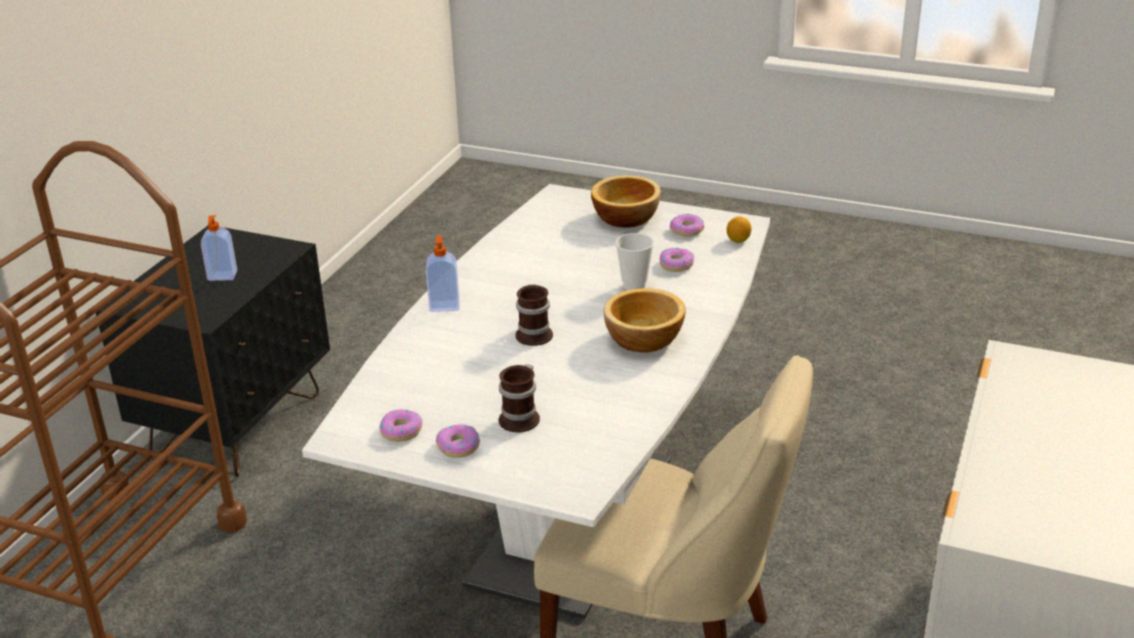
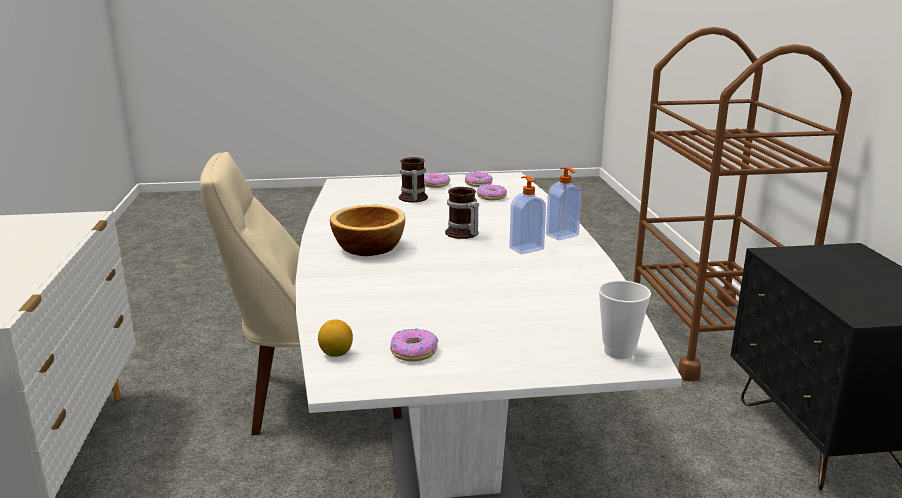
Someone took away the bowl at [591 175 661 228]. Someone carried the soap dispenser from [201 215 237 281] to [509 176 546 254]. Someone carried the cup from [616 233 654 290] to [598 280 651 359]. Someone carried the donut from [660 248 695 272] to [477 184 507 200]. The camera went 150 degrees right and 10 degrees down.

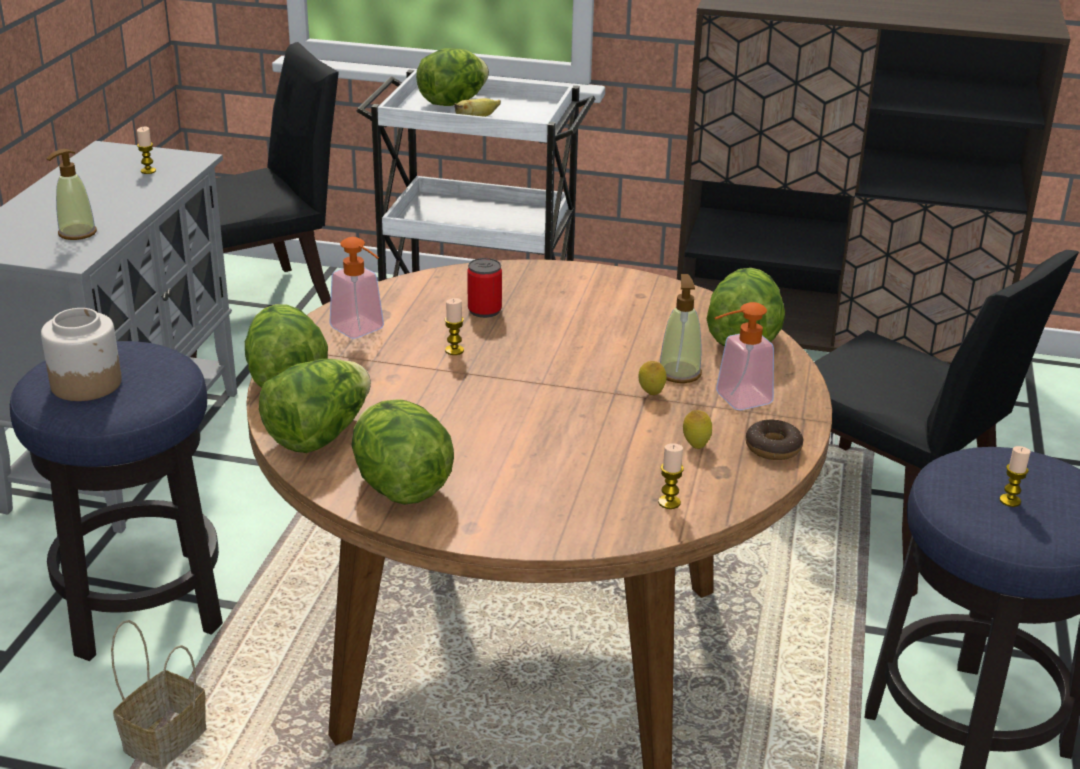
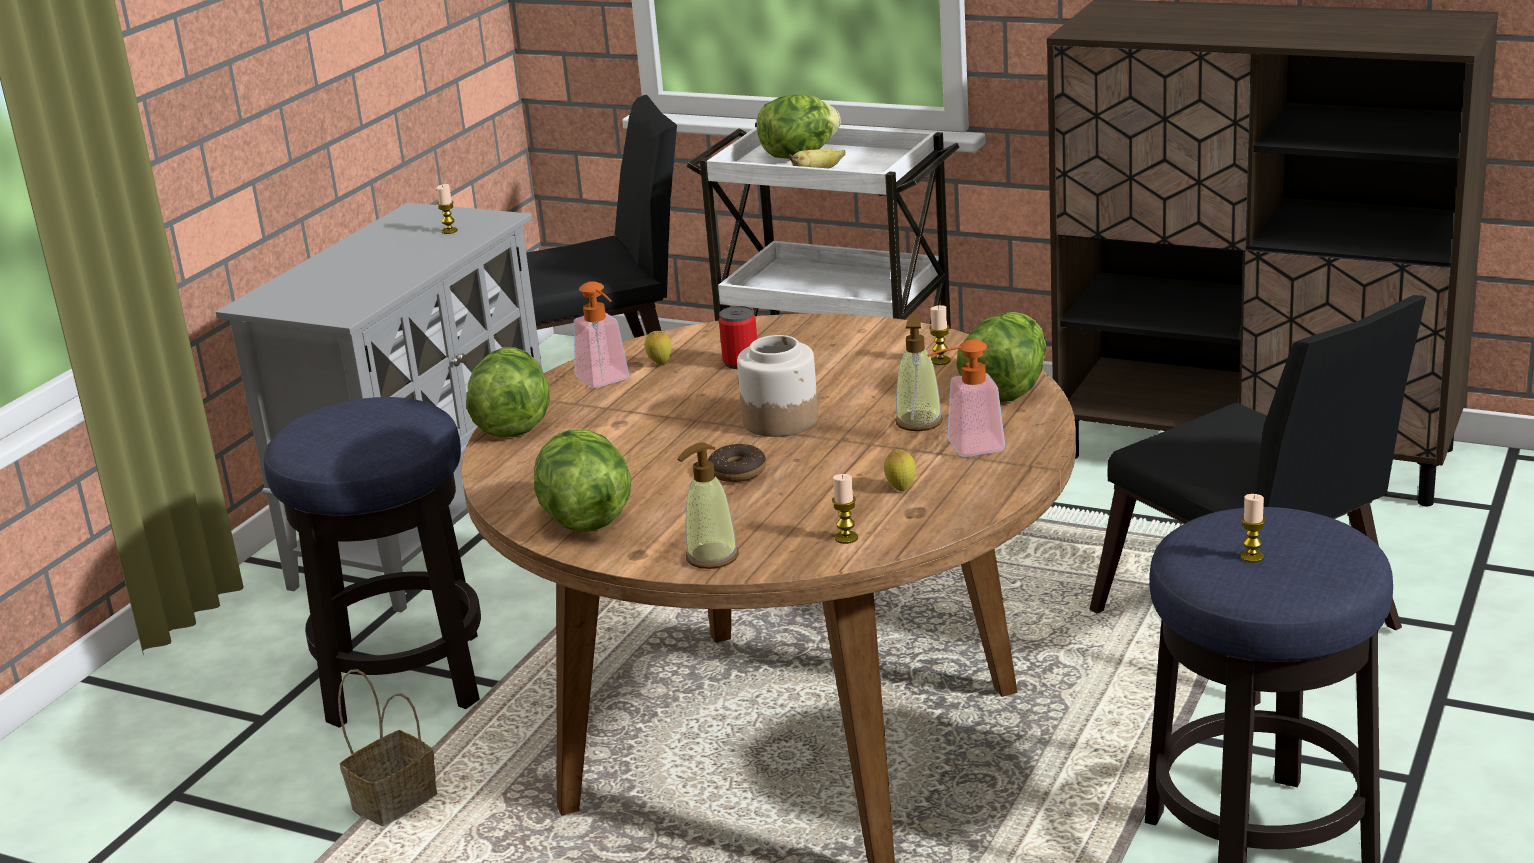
Someone carried the soap dispenser from [47 149 97 240] to [677 442 739 569]. Someone carried the candle from [444 298 464 355] to [929 305 951 365]. Someone carried the jar from [41 308 122 401] to [737 335 818 437]. Someone took away the lettuce at [259 359 371 453]. Someone carried the lemon from [639 361 667 395] to [645 331 672 365]. Someone carried the donut from [746 419 803 460] to [708 444 766 482]. The camera went 15 degrees right and 5 degrees down.

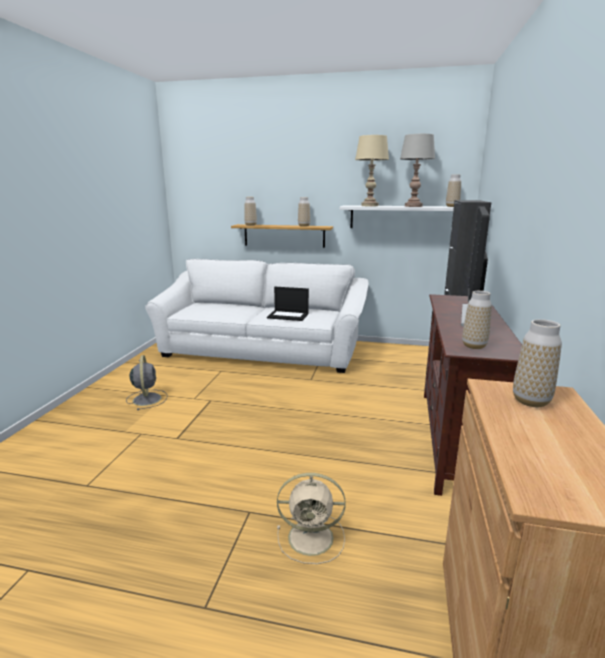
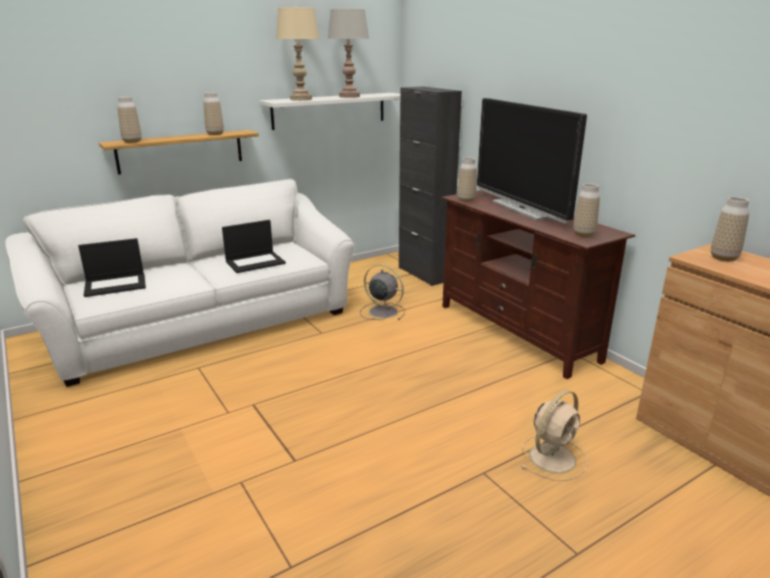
Someone carried the vase from [446 174 461 207] to [458 157 477 202]. Someone carried the fan in grey from [126 355 167 410] to [360 265 405 320]. Someone put down the laptop at [78 238 146 297]. The camera went 45 degrees left and 5 degrees up.

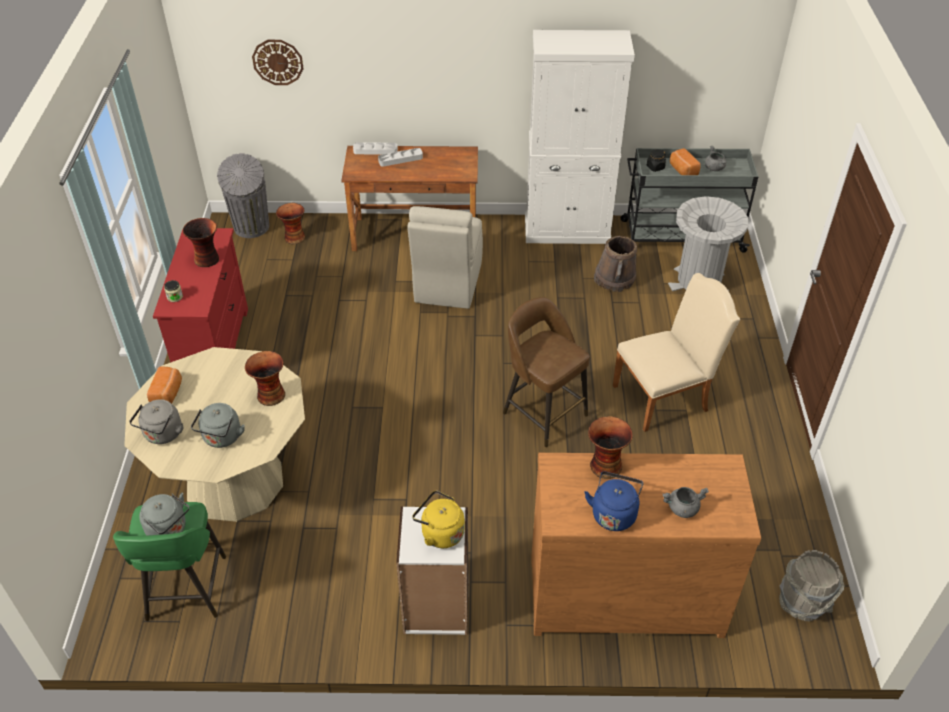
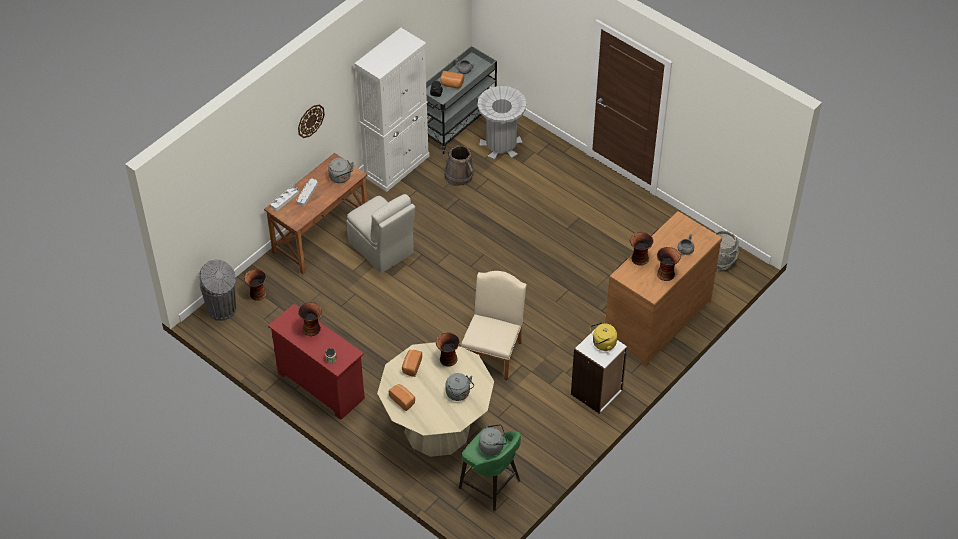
Someone carried the wall clock from [252 40 304 85] to [298 104 325 138]. Someone carried the chair in beige from [613 273 740 432] to [461 271 526 381]. Someone took away the stool in brown at [503 297 590 447]. Someone carried the kettle in grey from [129 400 183 444] to [328 158 354 183]. Someone swapped the kettle in blue at [584 472 643 531] for the vase at [657 247 680 281]. Someone put down the bread at [402 350 422 377]. The camera went 50 degrees left and 5 degrees up.

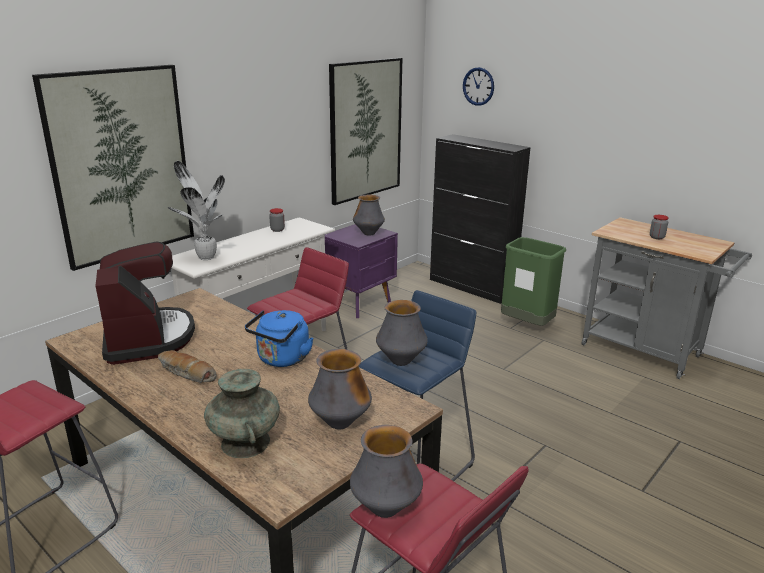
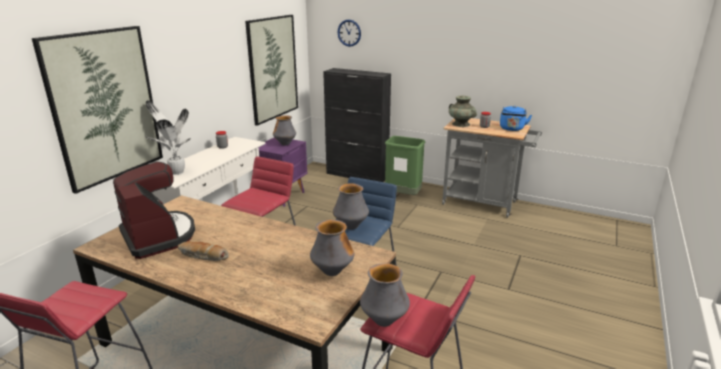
Someone carried the kettle in blue from [245 310 314 367] to [500 105 532 131]. Someone carried the vase in turquoise from [204 369 280 458] to [449 96 477 127]. The camera went 15 degrees left and 0 degrees up.

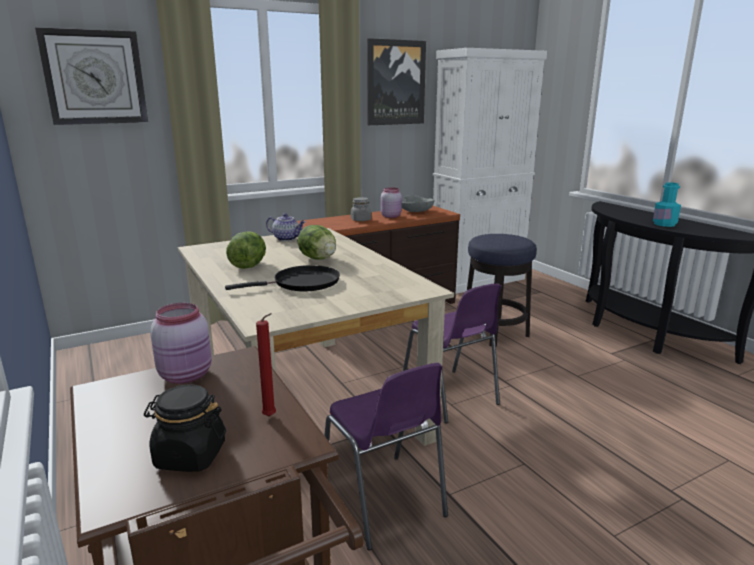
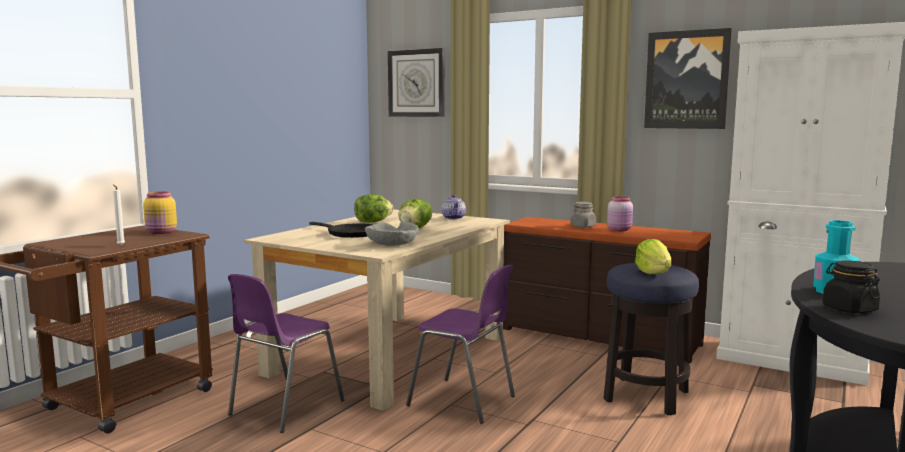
Someone carried the bowl in grey from [402 195 434 212] to [365 222 419 246]. Someone rotated the chair in purple at [403 283 501 423] by 90 degrees counterclockwise. Someone repainted the jar in pink at [150 303 212 384], which became the jar in yellow at [143 192 177 234]. Someone repainted the candle in red at [256 313 276 417], which became the candle in white at [113 185 125 245]. Someone carried the jar in black from [144 384 226 472] to [823 260 880 313]. Someone put down the lettuce at [635 239 672 274]. The camera went 60 degrees right and 10 degrees down.

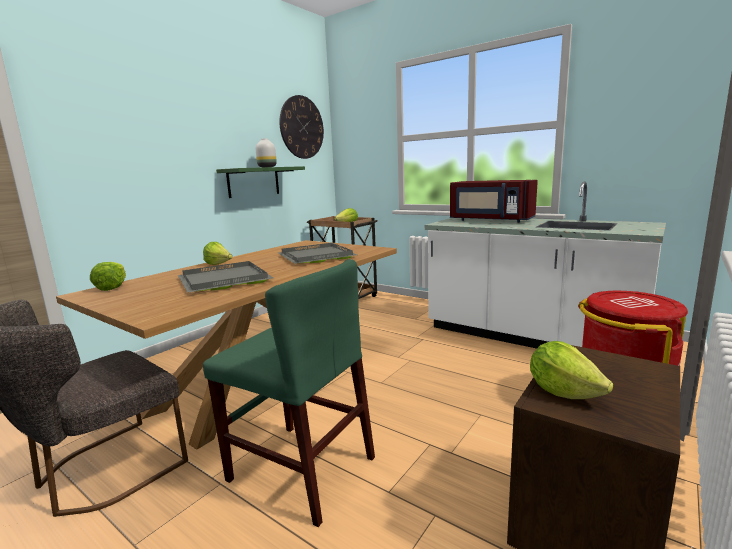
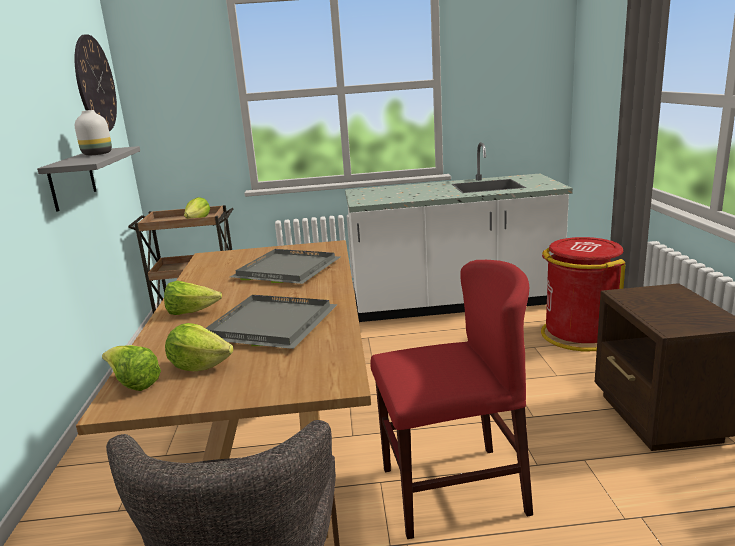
Someone repainted the shelf in green at [216 166 305 198], which became the shelf in grey at [37 146 140 212]. Someone took away the microwave in red at [450 180 538 223]. Someone repainted the chair in green at [203 259 375 527], which became the chair in red at [370 260 533 539]. Someone carried the lettuce from [530 341 613 399] to [165 323 233 371]. The camera went 40 degrees left and 5 degrees up.

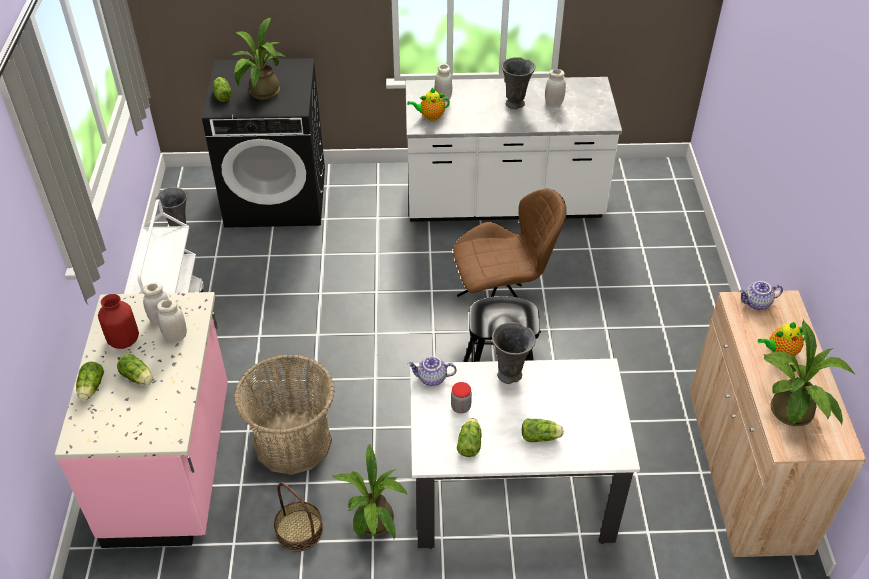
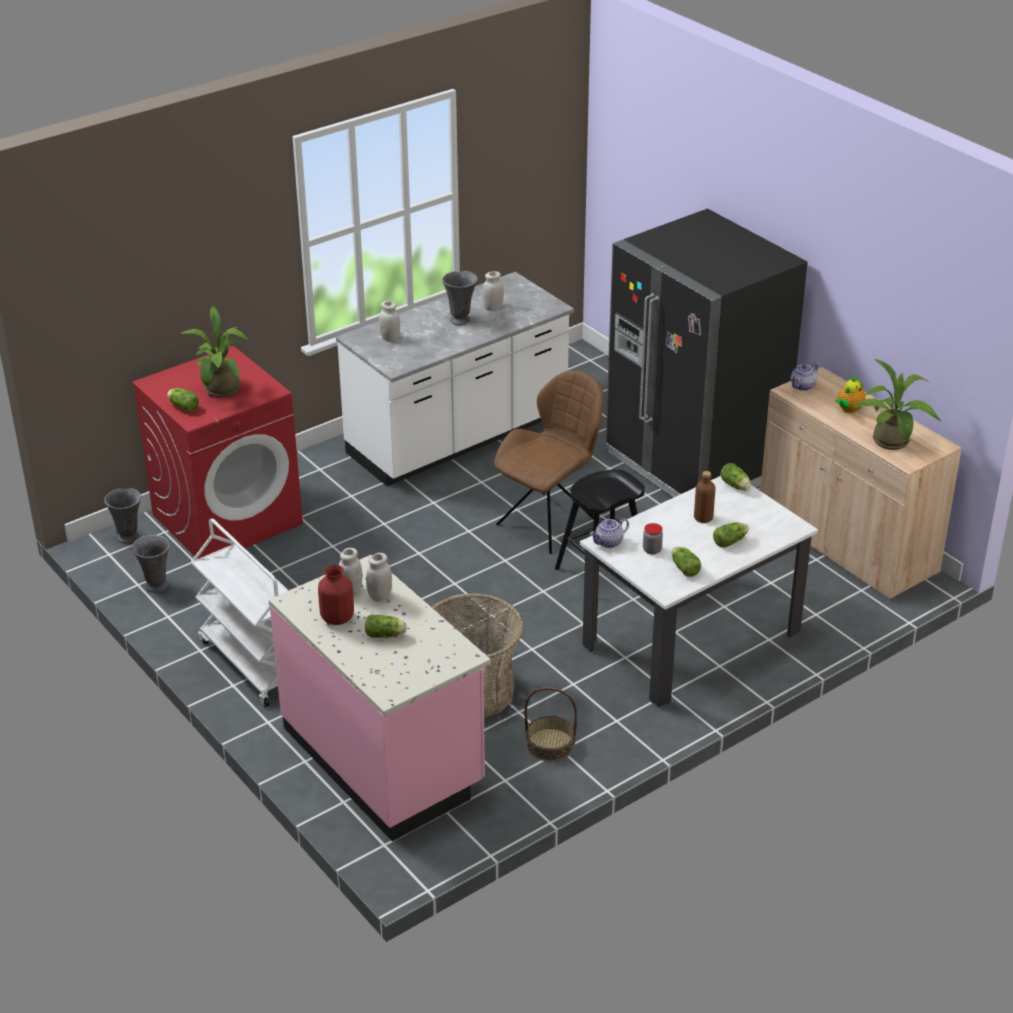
Someone repainted the washing machine in black at [202 58 325 228], which became the washing machine in red at [132 346 303 559]. Someone took away the teapot at [407 88 450 121]. Someone carried the vase in grey from [492 322 536 384] to [104 488 141 544]. Someone carried the lettuce from [76 362 104 400] to [720 463 751 491]. Someone took away the potted plant at [332 443 407 539]. Someone put down the fridge in black at [606 208 808 497]. Someone put down the bottle in brown at [694 471 716 523]. The camera went 35 degrees left and 10 degrees down.

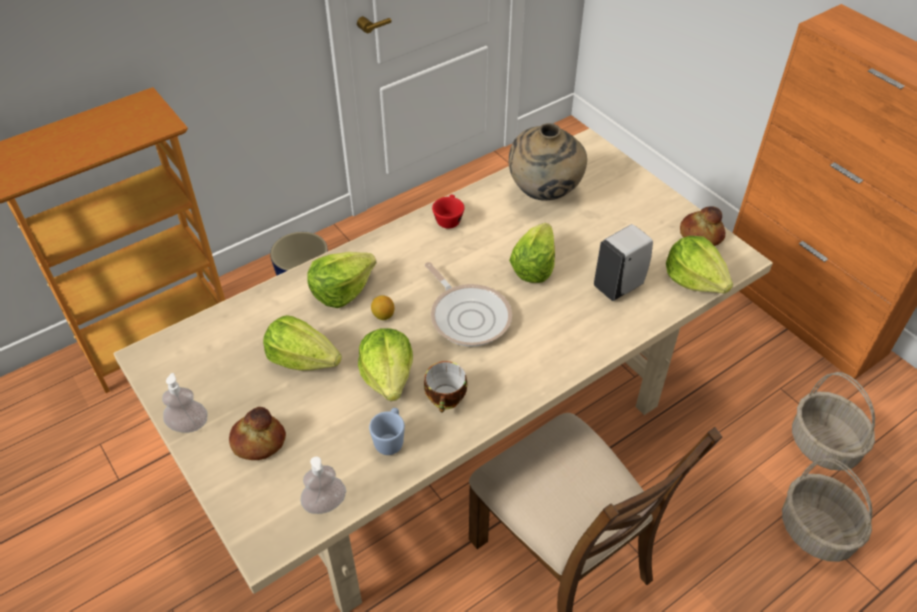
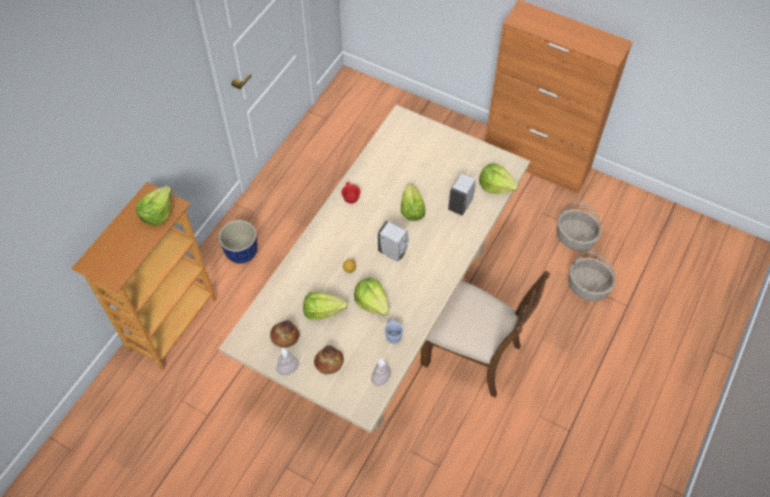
Someone took away the vase in beige at [509 123 587 201]. Someone carried the bread from [680 206 725 246] to [270 320 300 348]. Someone carried the lettuce from [307 252 376 308] to [136 186 172 226]. Someone swapped the frying pan at [425 262 512 347] for the soap dispenser in white at [378 220 409 261]. Someone took away the cup at [424 361 467 413]. The camera went 25 degrees left and 10 degrees up.

